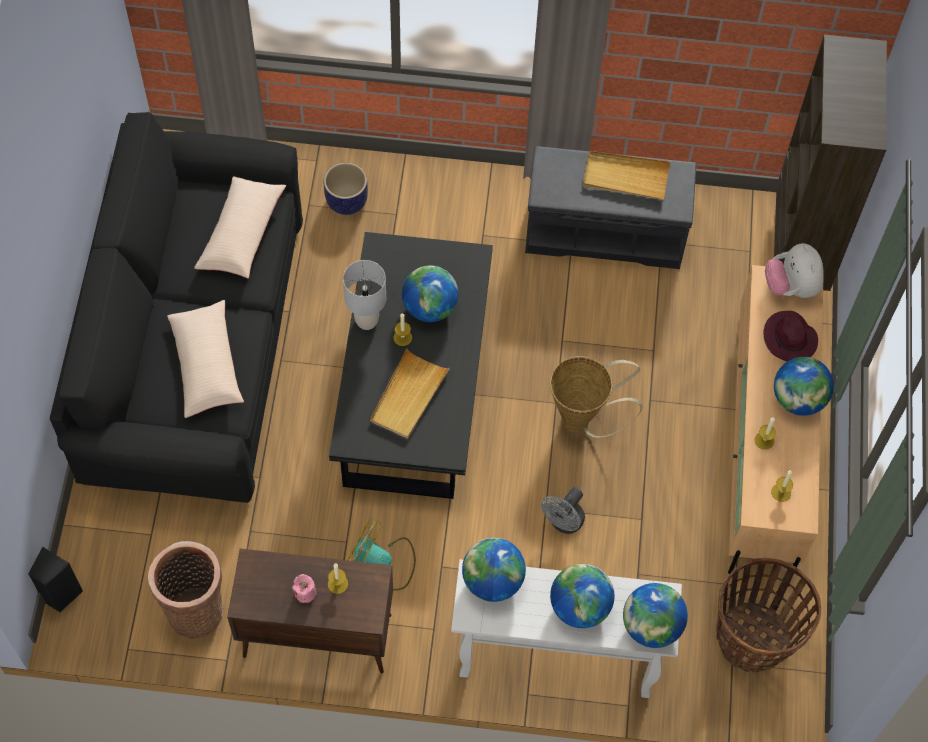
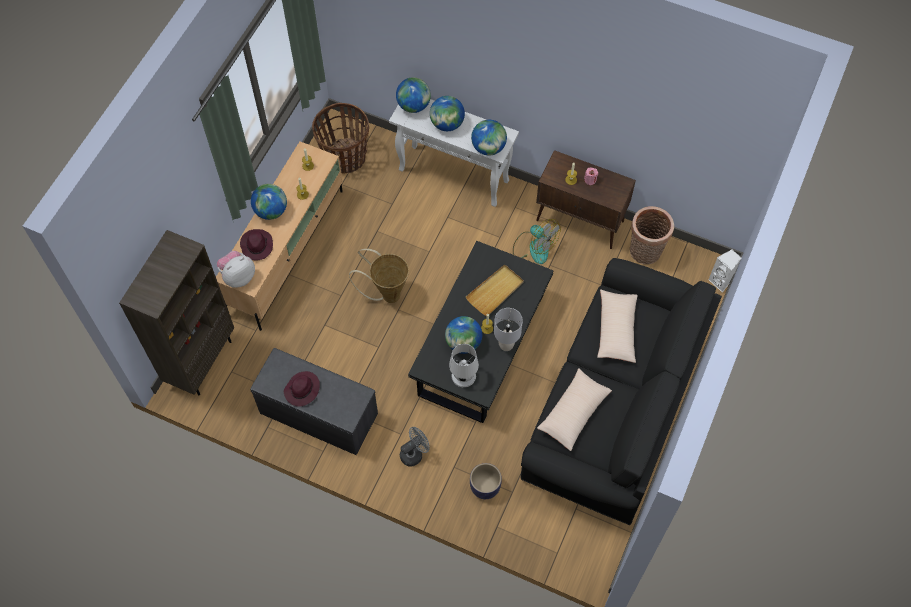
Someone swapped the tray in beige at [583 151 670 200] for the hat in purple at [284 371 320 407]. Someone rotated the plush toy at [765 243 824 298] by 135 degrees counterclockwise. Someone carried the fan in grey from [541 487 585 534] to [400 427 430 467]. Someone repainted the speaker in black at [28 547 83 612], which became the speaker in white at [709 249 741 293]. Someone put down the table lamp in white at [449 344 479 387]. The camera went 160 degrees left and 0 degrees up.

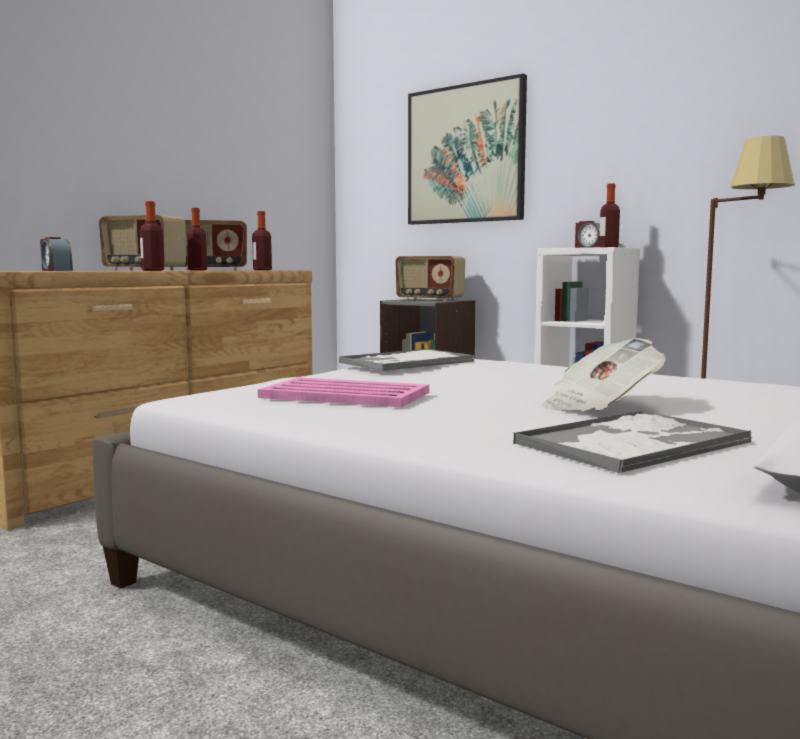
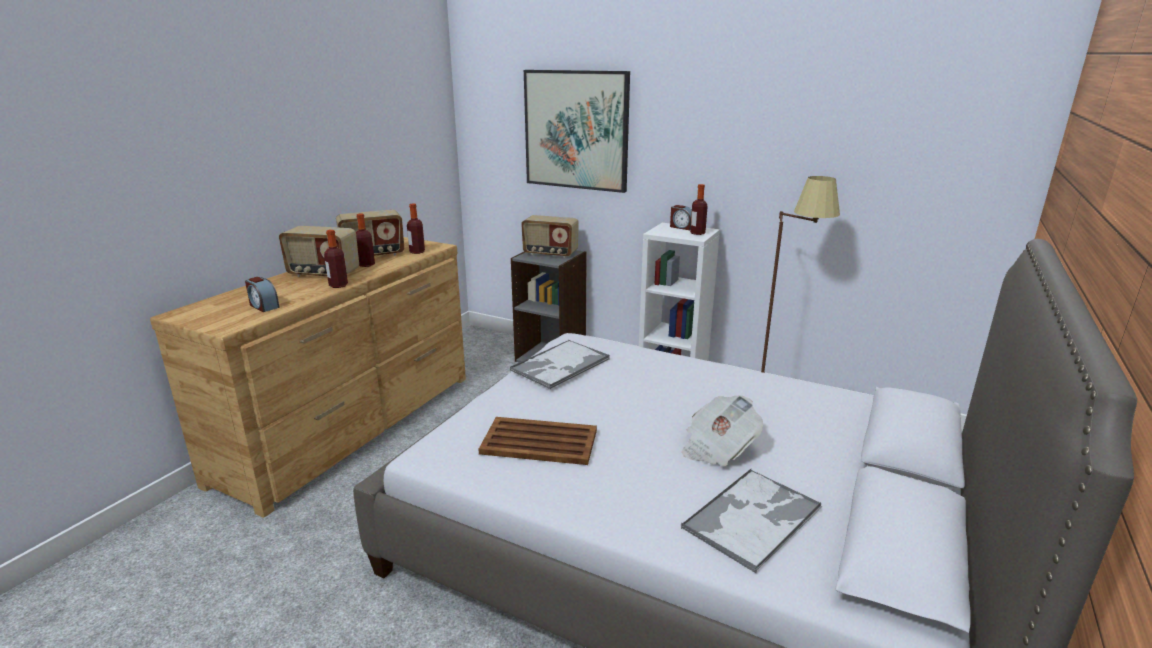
Someone repainted the tray in pink at [258 377 429 407], which became the tray in brown at [478 417 597 465]. The camera went 10 degrees left and 15 degrees up.

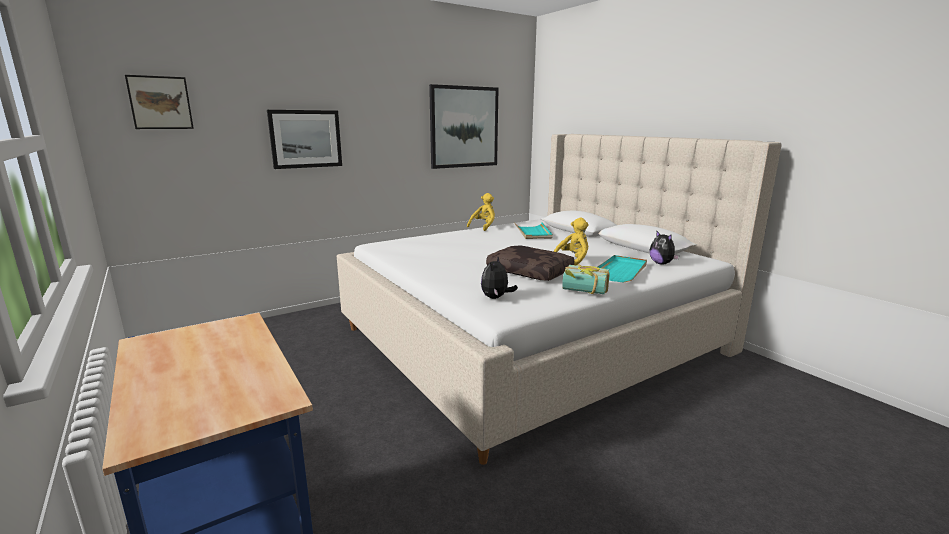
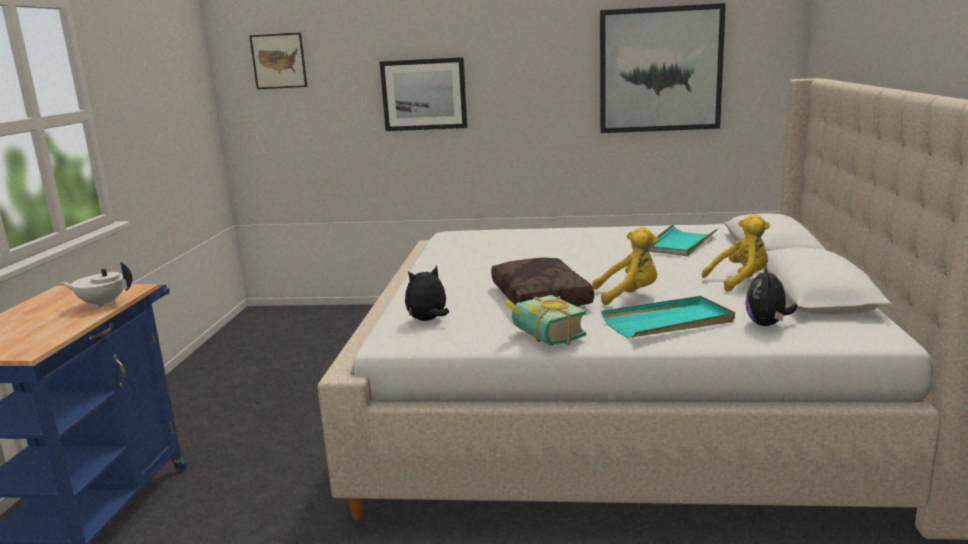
Someone carried the plush toy in yellow from [467 193 495 231] to [702 214 770 292]. Someone put down the teapot in white at [60 262 133 308]. The camera went 40 degrees right and 0 degrees up.

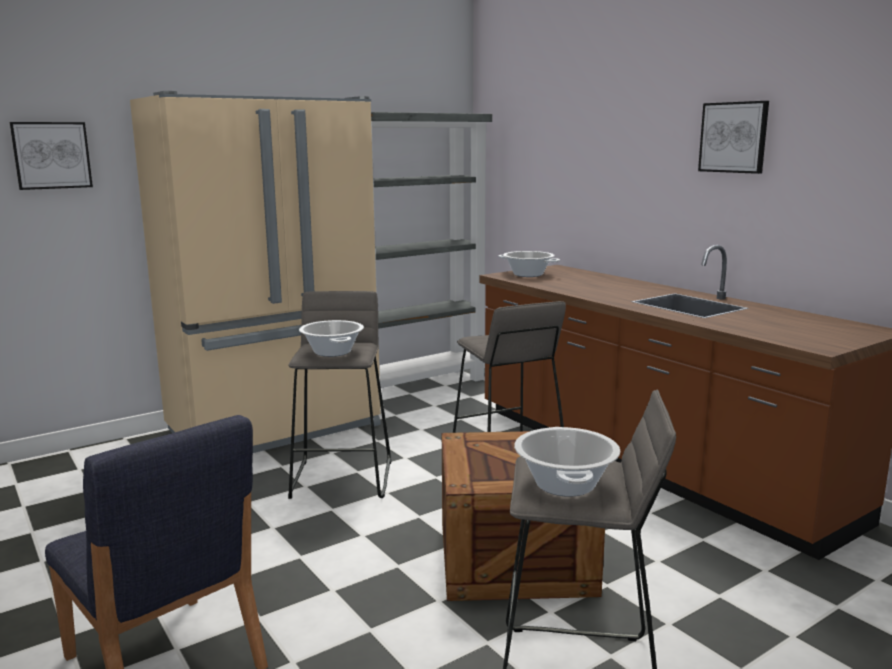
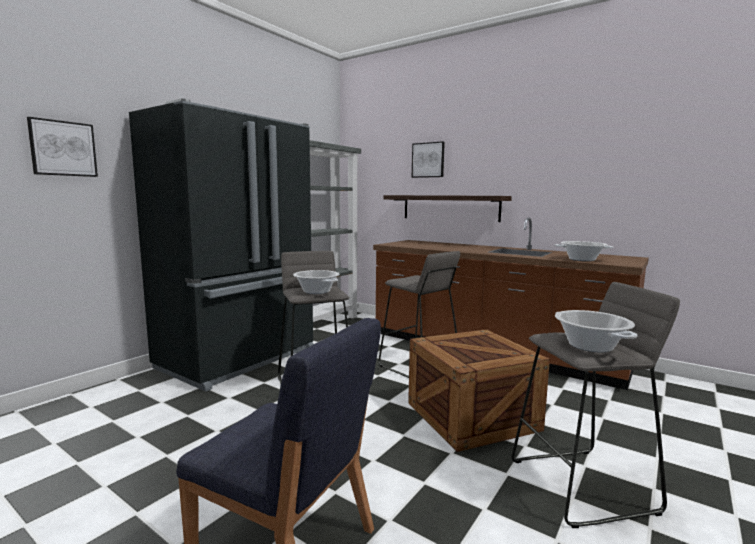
Someone repainted the fridge in beige at [130 91 381 453], which became the fridge in black at [129 99 314 392]. Someone carried the picture from [698 101 769 174] to [412 141 445 178]. Someone carried the cooking pot from [498 251 560 277] to [555 241 613 261]. Someone put up the shelf at [384 195 512 222]. The camera went 20 degrees left and 5 degrees down.

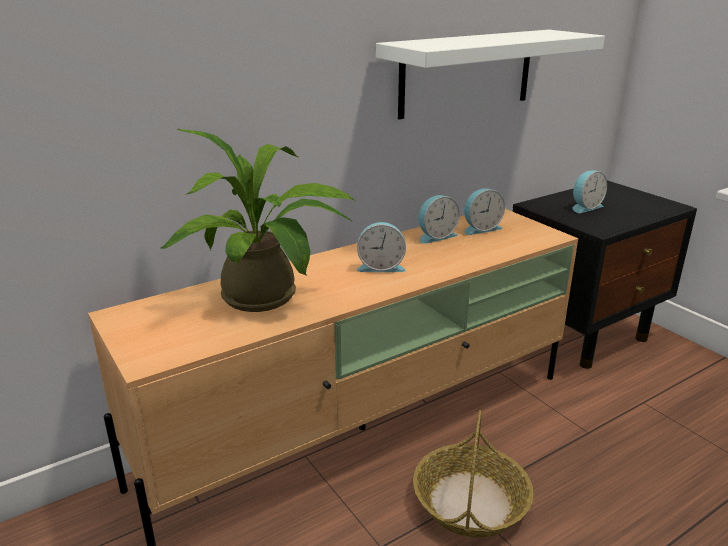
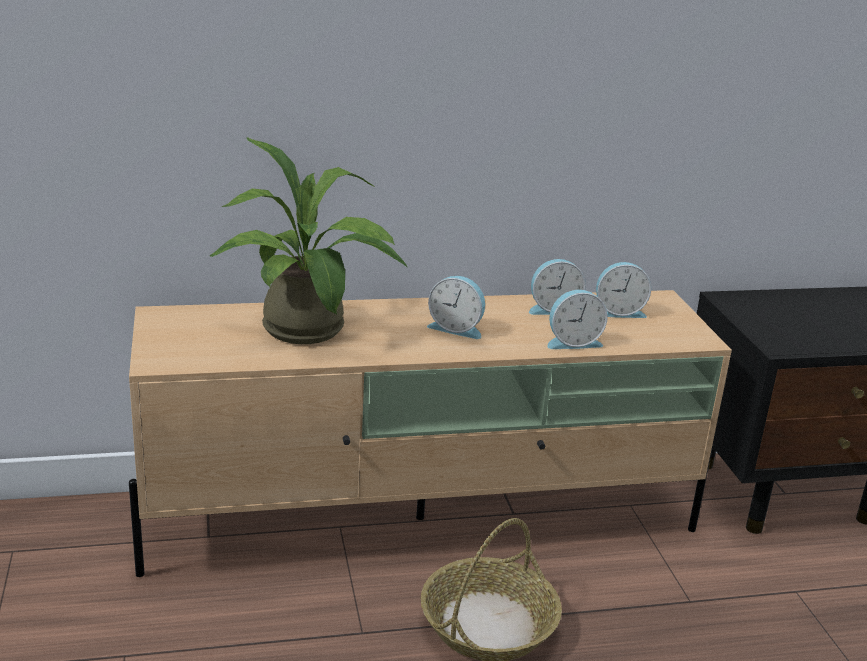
Someone took away the shelf in white at [376 30 605 119]. Someone carried the alarm clock from [572 170 607 213] to [547 290 608 349]. The camera went 20 degrees right and 0 degrees up.

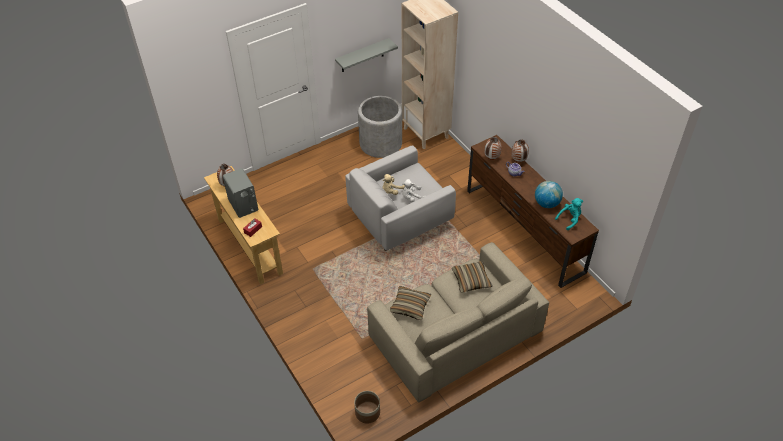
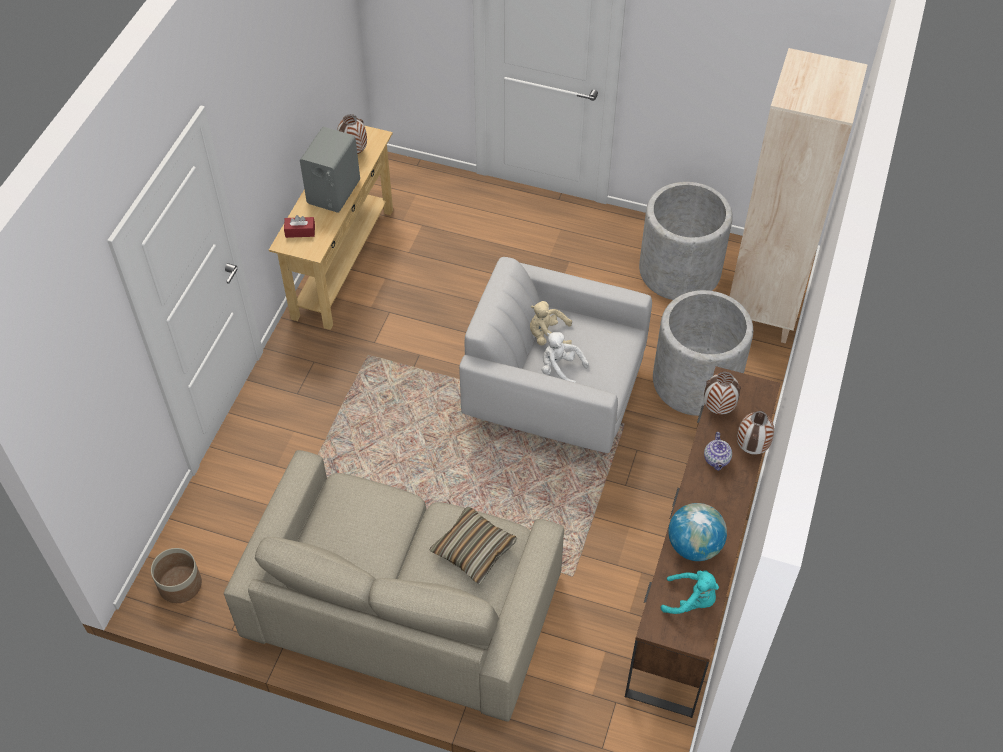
Someone took away the shelf in grey at [335 38 398 72]. Someone took away the pillow at [390 286 431 320]. Someone put down the planter in grey at [653 290 753 416]. The camera went 50 degrees right and 5 degrees up.

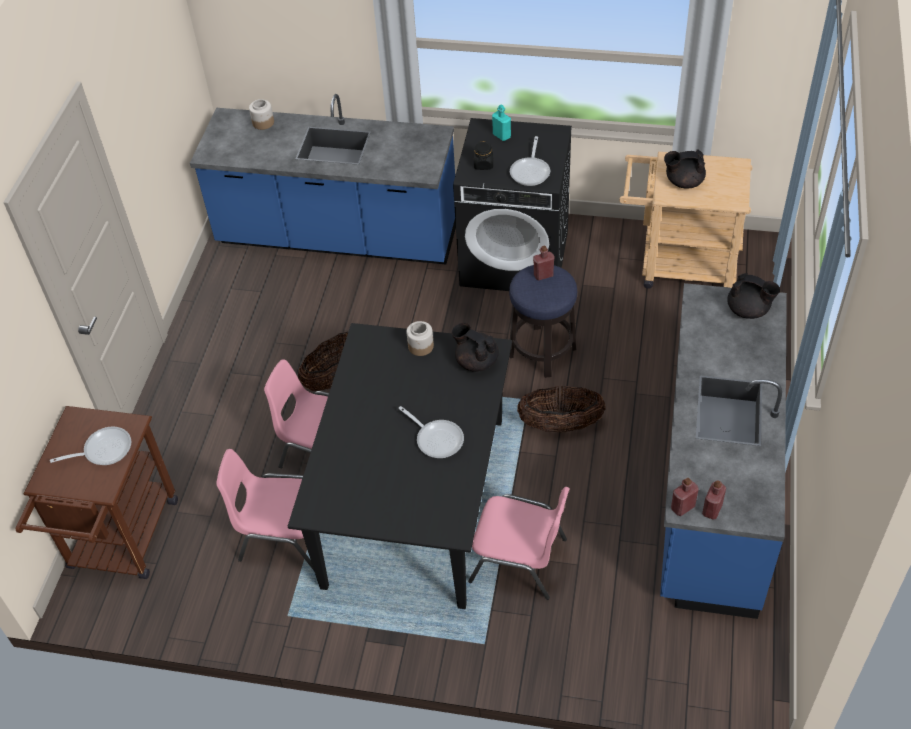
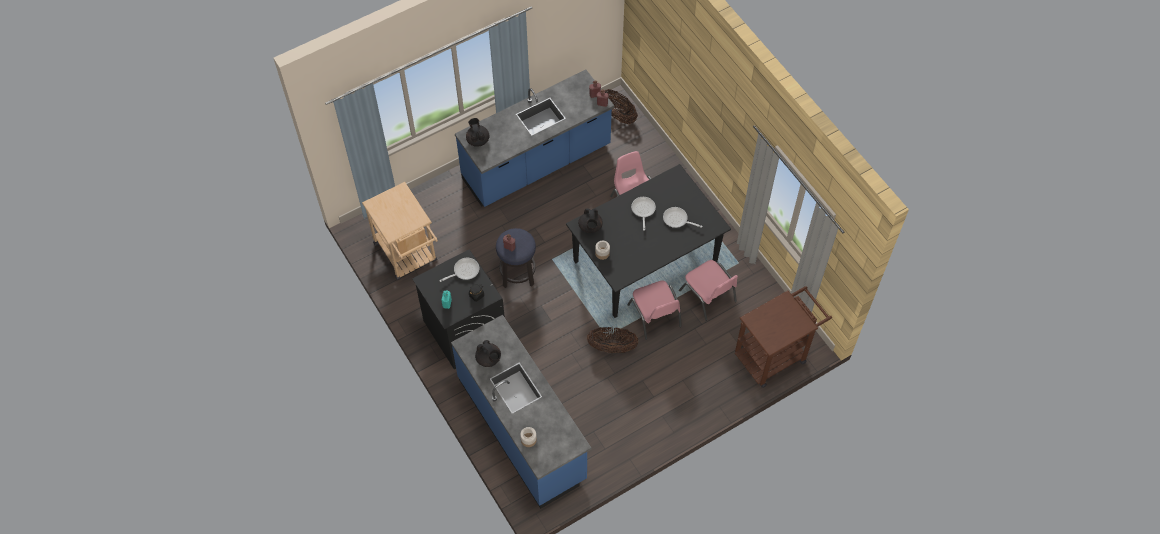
Someone carried the teapot in black from [664 149 706 189] to [475 340 501 367]. Someone carried the basket from [517 386 605 433] to [605 89 638 125]. Someone carried the frying pan from [50 427 132 465] to [663 207 703 228]. The camera went 135 degrees left and 10 degrees up.

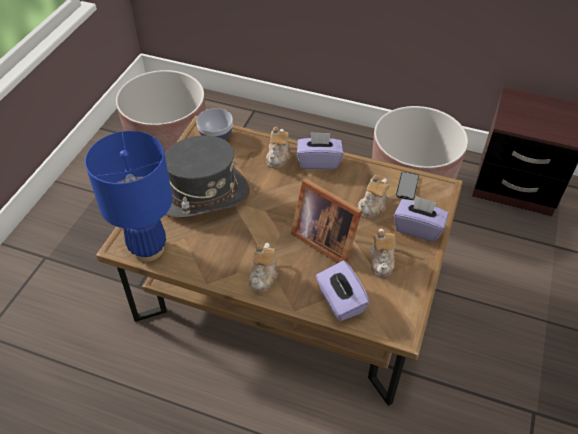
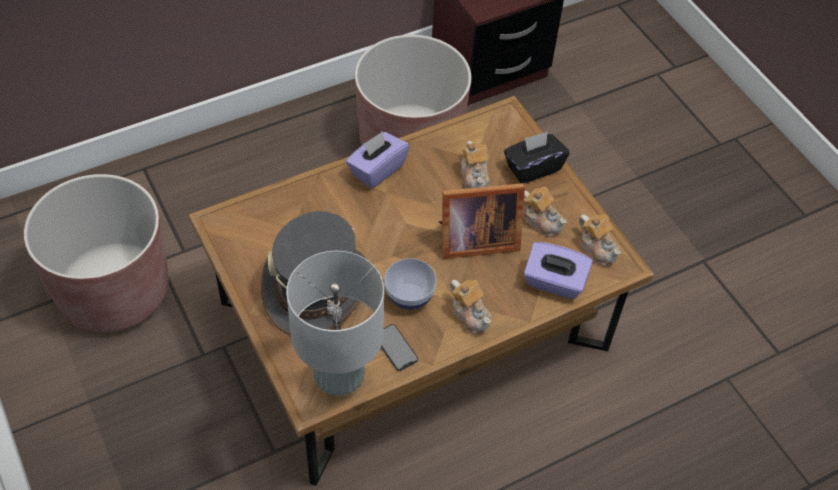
Someone carried the bowl from [196 108 233 140] to [384 258 437 310]. Someone carried the teapot from [266 127 291 169] to [579 214 621 266]. Someone repainted the table lamp in blue at [85 131 173 262], which became the table lamp in grey at [286 251 384 400]. Someone carried the phone from [396 172 419 200] to [381 324 418 371]. Someone repainted the tissue box in purple at [394 196 448 242], which became the tissue box in black at [504 132 569 184]. The camera went 50 degrees left and 5 degrees up.

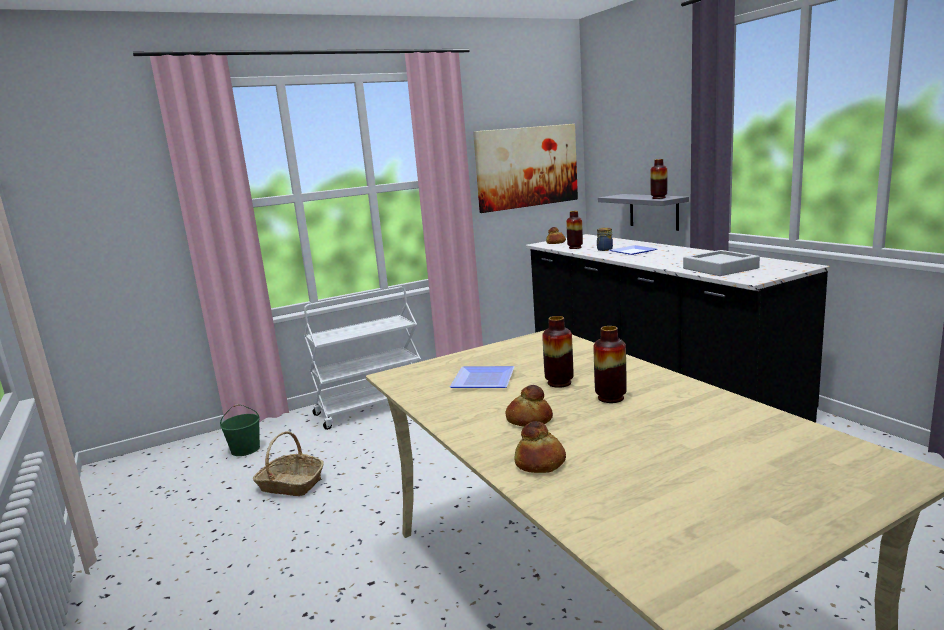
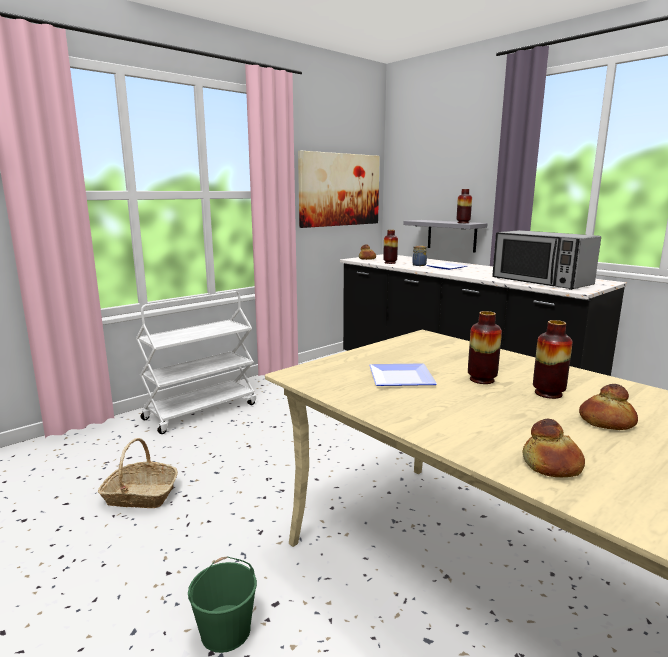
Someone swapped the tray in grey at [683 250 760 276] for the microwave at [492 230 601 290]. Someone carried the bread from [505 385 553 427] to [579 384 638 430]. Someone carried the bucket in green from [220 404 260 456] to [188 557 257 653]. The camera went 15 degrees left and 0 degrees up.

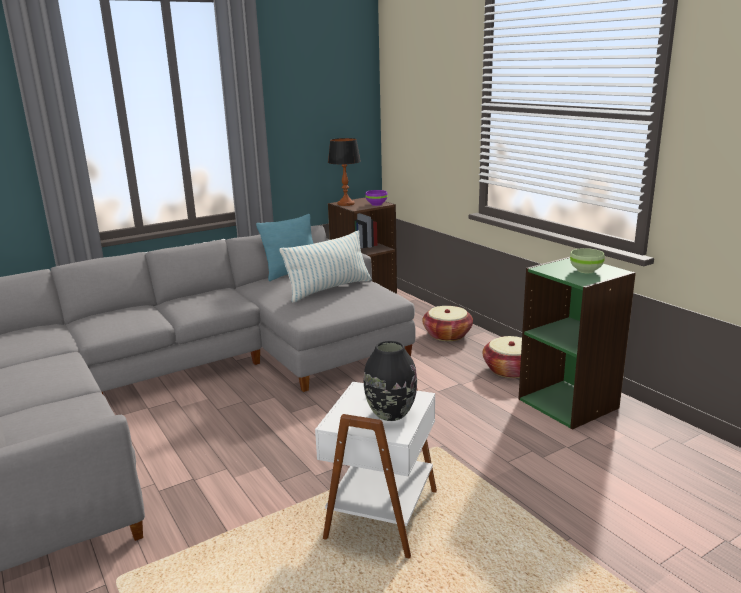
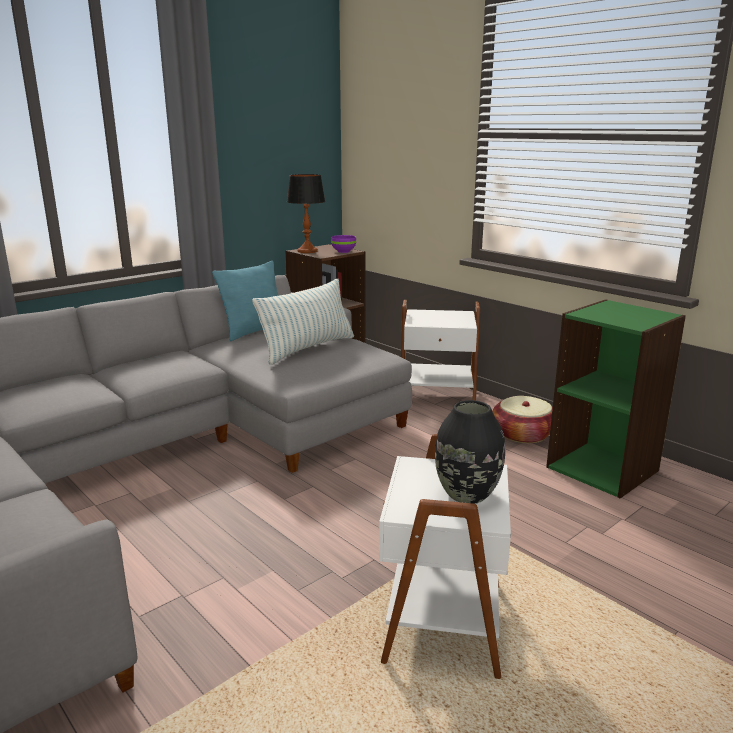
Someone took away the bowl in green at [570 248 605 273]. Someone swapped the basket at [422 306 473 341] for the side table in white at [401 300 480 401]. The camera went 10 degrees left and 0 degrees up.

